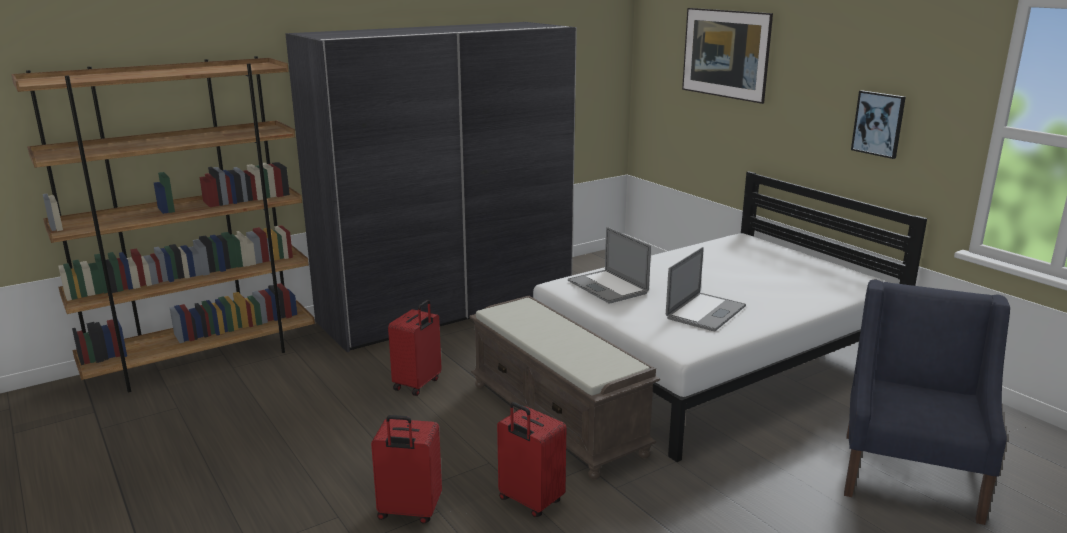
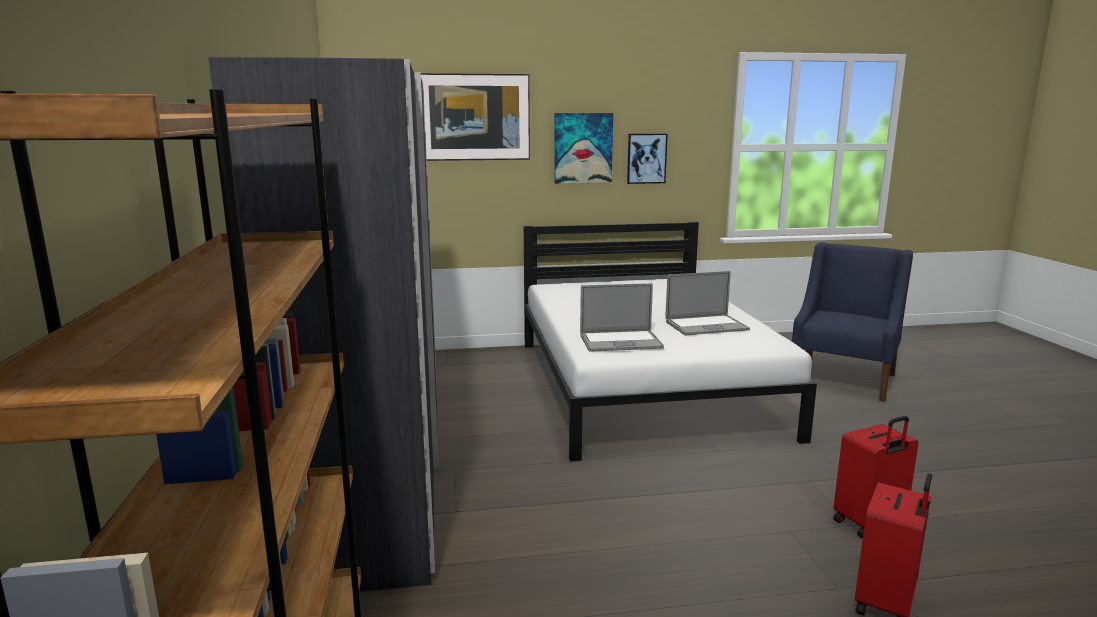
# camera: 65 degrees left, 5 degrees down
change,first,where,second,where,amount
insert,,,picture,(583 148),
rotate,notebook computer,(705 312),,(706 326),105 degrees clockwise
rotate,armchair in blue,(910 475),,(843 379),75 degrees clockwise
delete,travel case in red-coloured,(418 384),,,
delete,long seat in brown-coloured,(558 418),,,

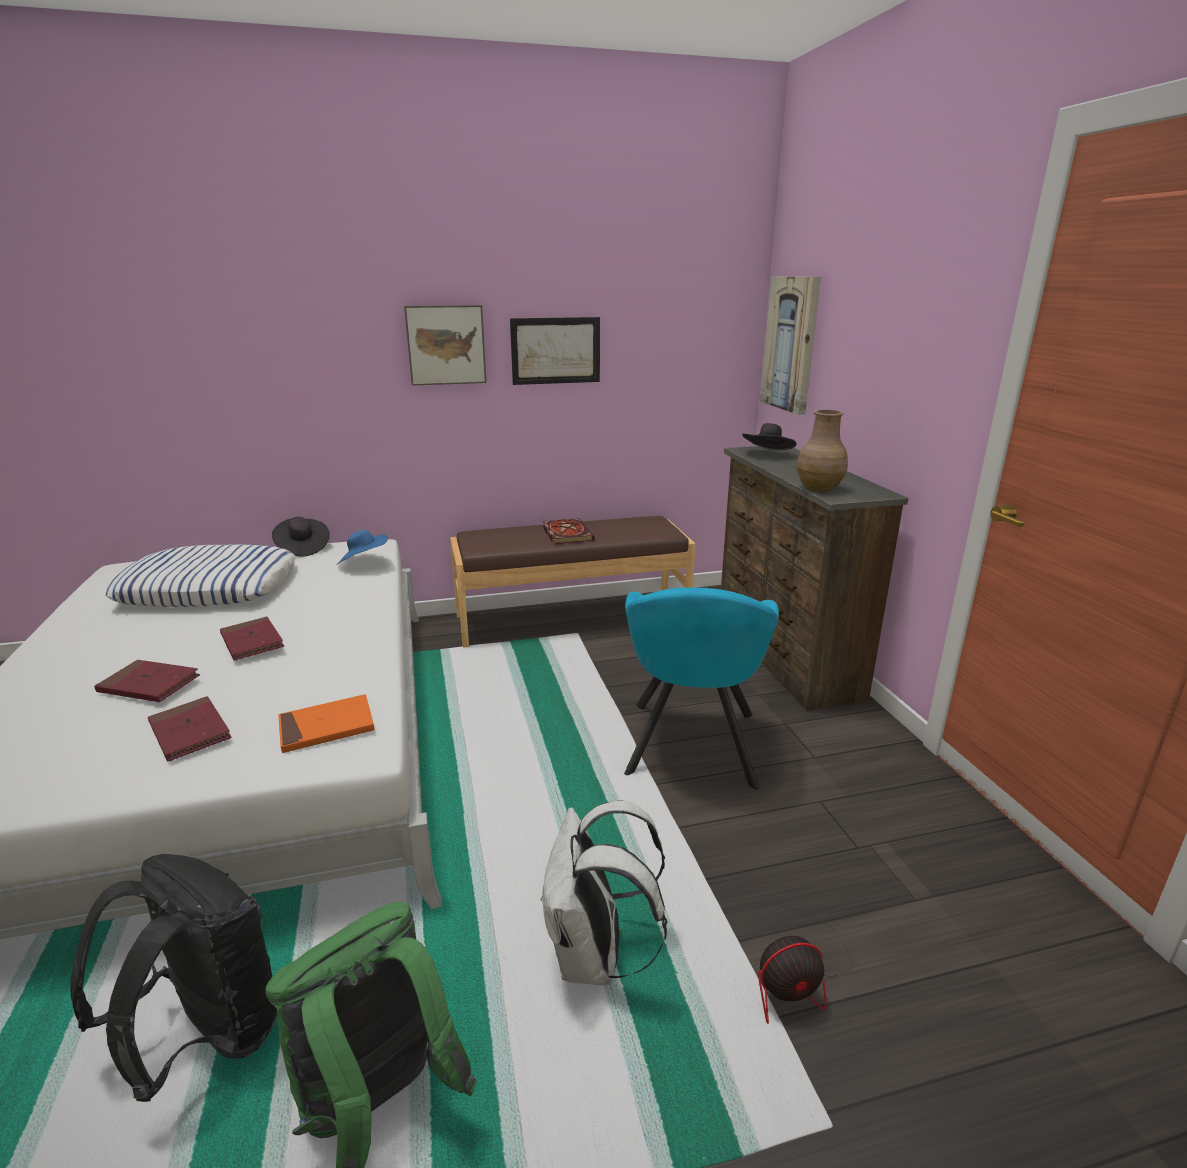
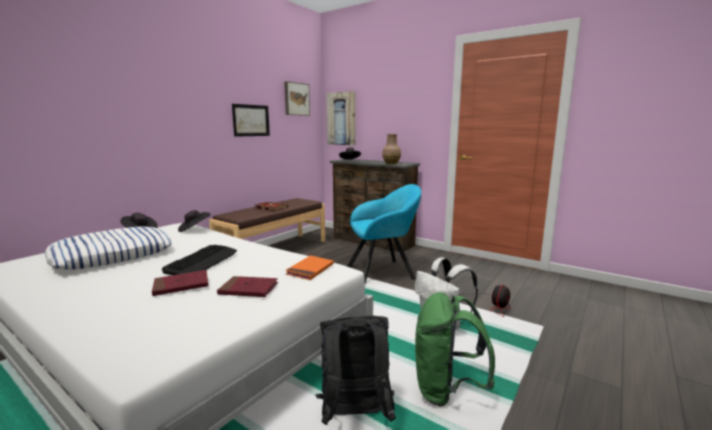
# camera: 40 degrees left, 10 degrees down
change,first,where,second,where,amount
replace,bound book in red-coloured,(252 642),keyboard,(202 261),
recolor,wearable hat in blue,(363 562),wearable hat in blackish,(194 229),
move,picture,(446 344),,(296 99),
rotate,armchair in turquoise-coloured,(691 748),,(384 271),75 degrees counterclockwise

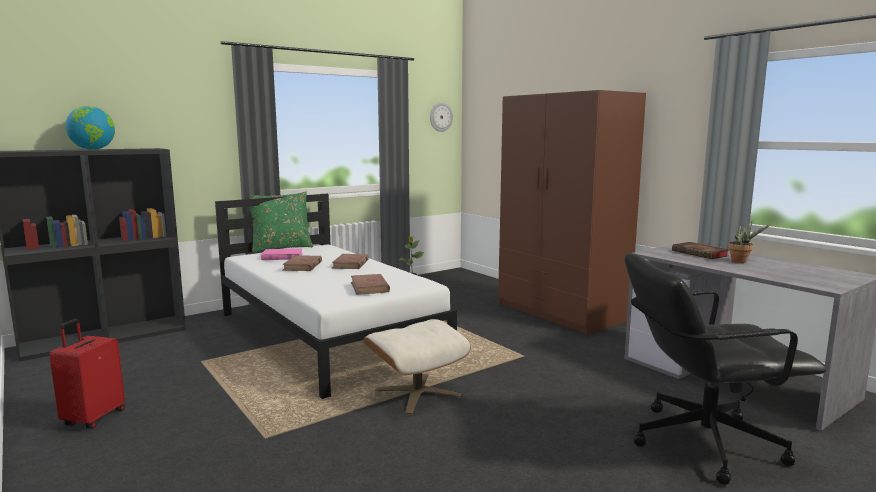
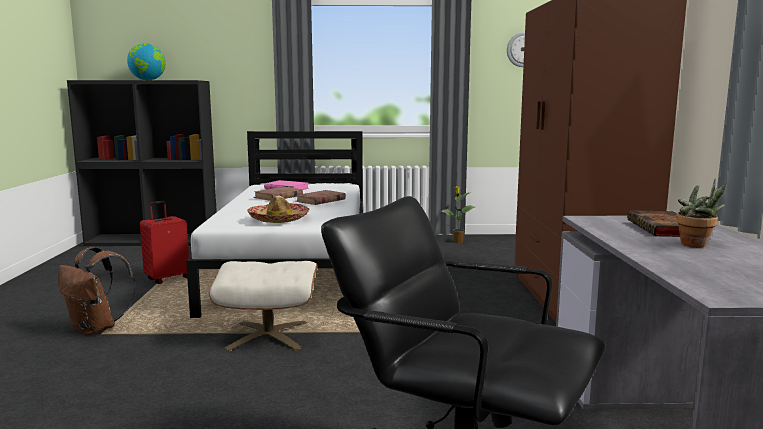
# camera: 35 degrees right, 0 degrees up
change,first,where,second,where,amount
insert,,,knapsack in brown-coloured,(97 329),
move,travel case in red-coloured,(93 418),,(167 279),
replace,bound book in brown-coloured,(369 287),wearable hat,(278 219),
delete,pillow in greenish,(281 248),,,

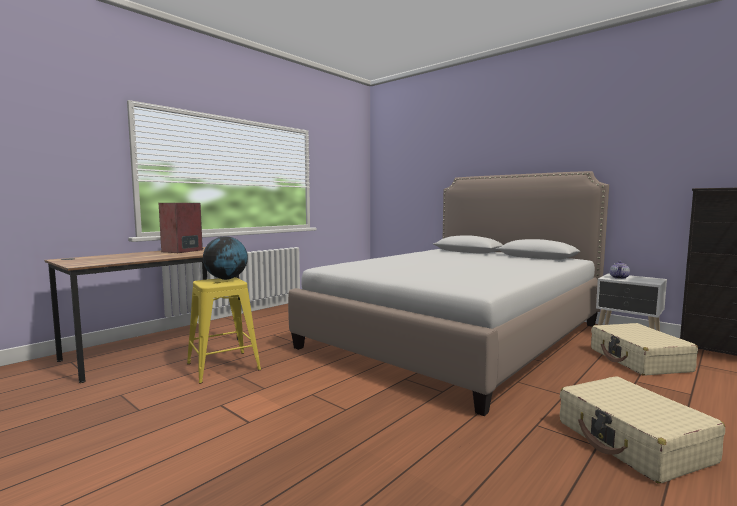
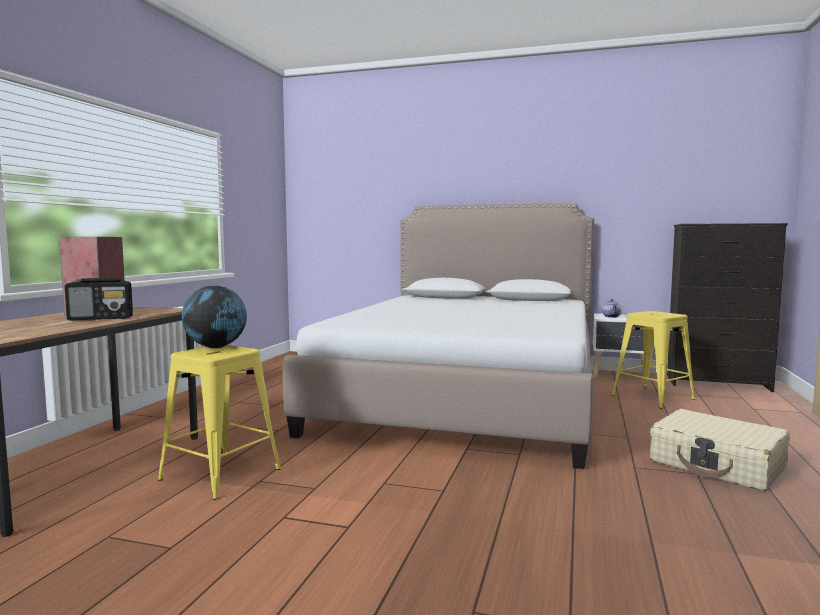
# camera: 25 degrees left, 0 degrees up
change,first,where,second,where,amount
insert,,,radio receiver,(101 318),
replace,travel case in beige,(639 360),stool seat in yellowish,(652 397),

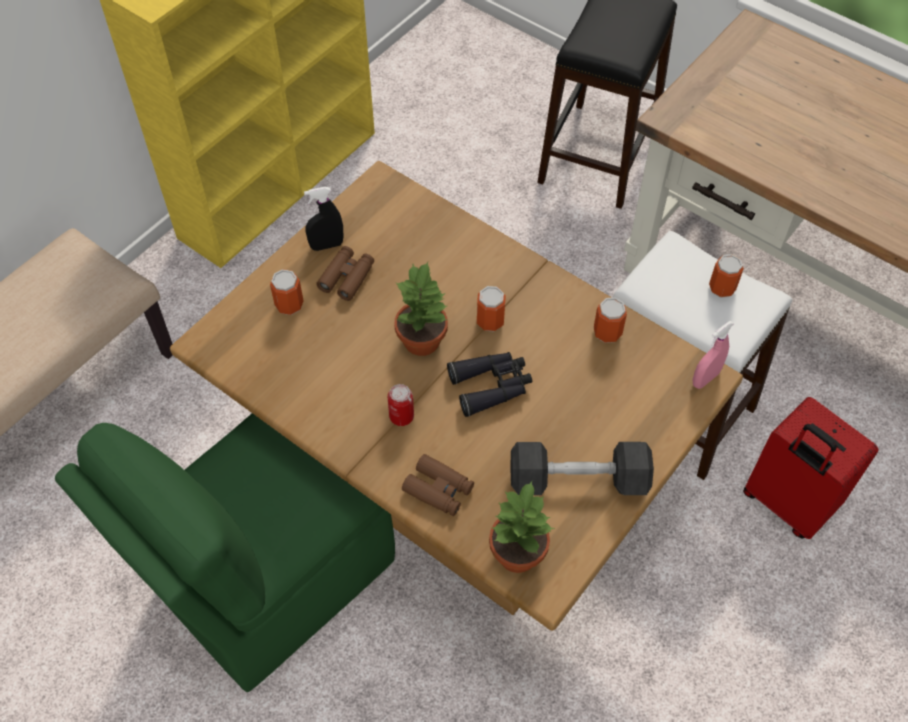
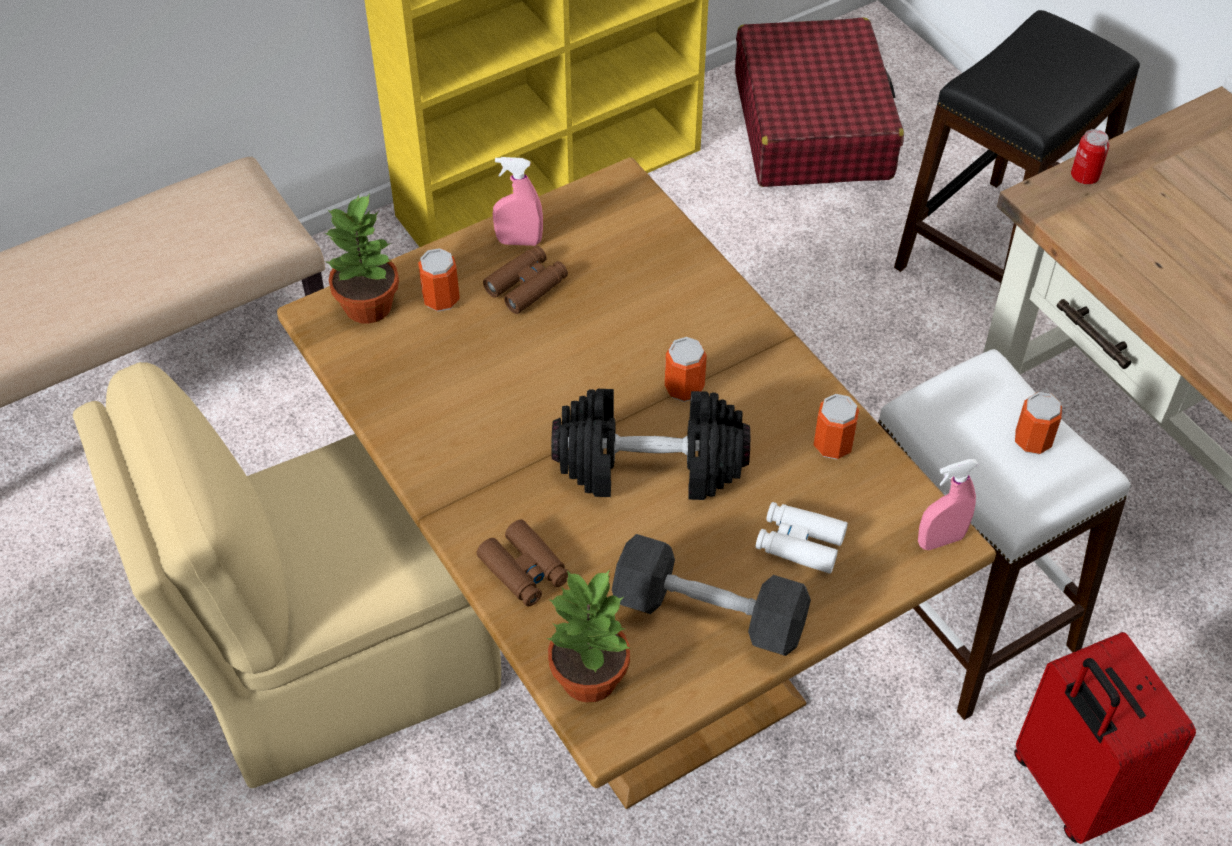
# camera: 20 degrees right, 5 degrees down
change,first,where,second,where,amount
recolor,upright chair in greenish,(269 578),upright chair in beige,(335 660),
move,plant in a pot,(423 340),,(369 306),
recolor,hand sprayer in blackish,(326 245),hand sprayer in pink-coloured,(519 241),
replace,pair of binoculars in blackish,(491 386),free weight in blackish,(649 466),
insert,,,travel case in red-coloured,(813 125),
insert,,,pair of binoculars in white-coloured,(799 543),
move,sealed can,(401 416),,(1084 176),

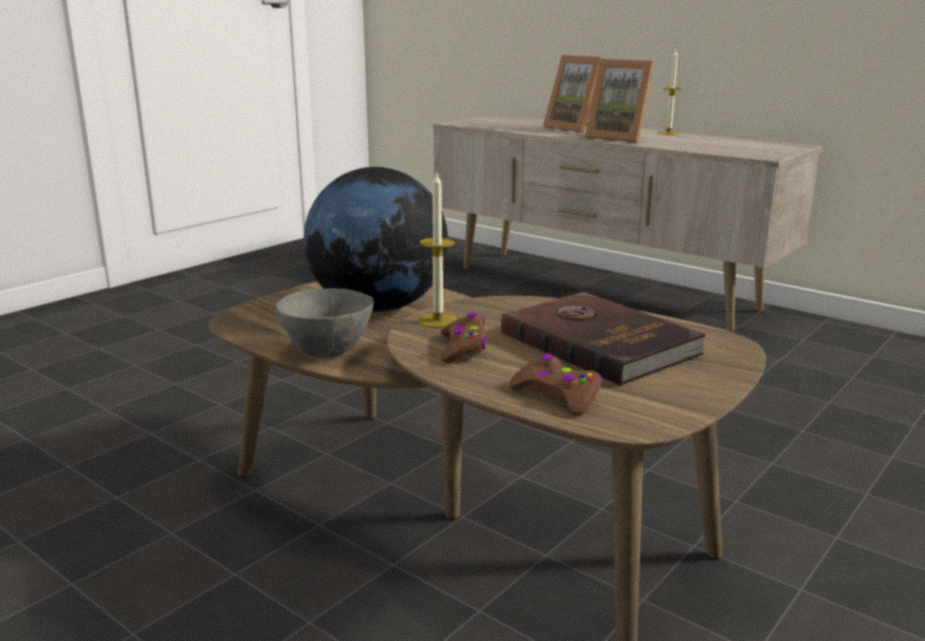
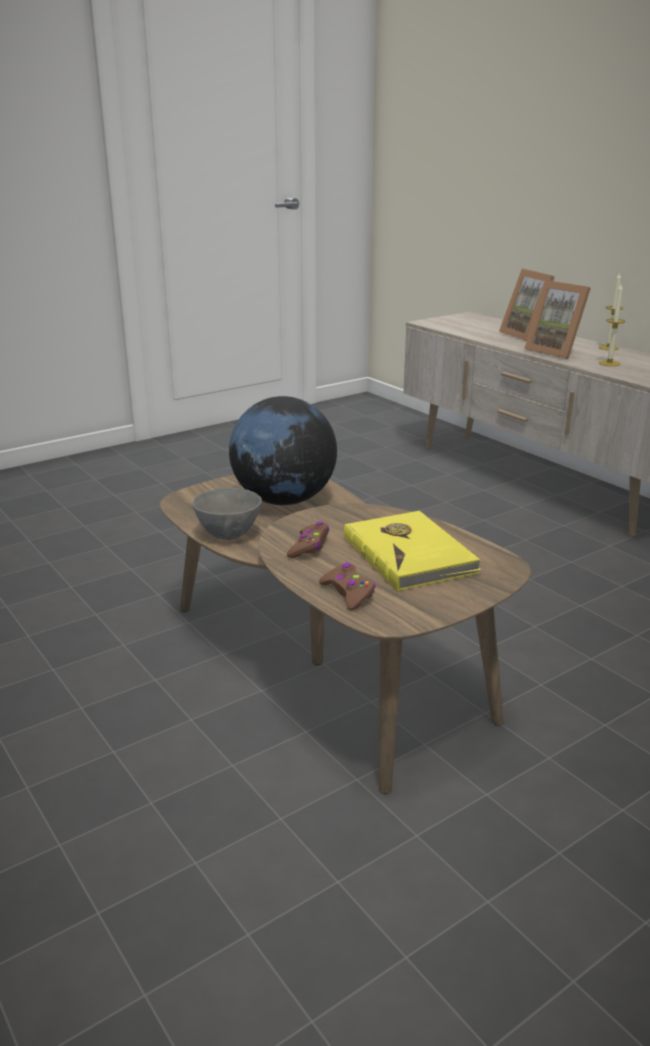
# camera: 15 degrees right, 5 degrees up
change,first,where,second,where,amount
recolor,bound book in brown-coloured,(600 342),bound book in yellowish,(410 554),
move,candle,(438 321),,(609 363),

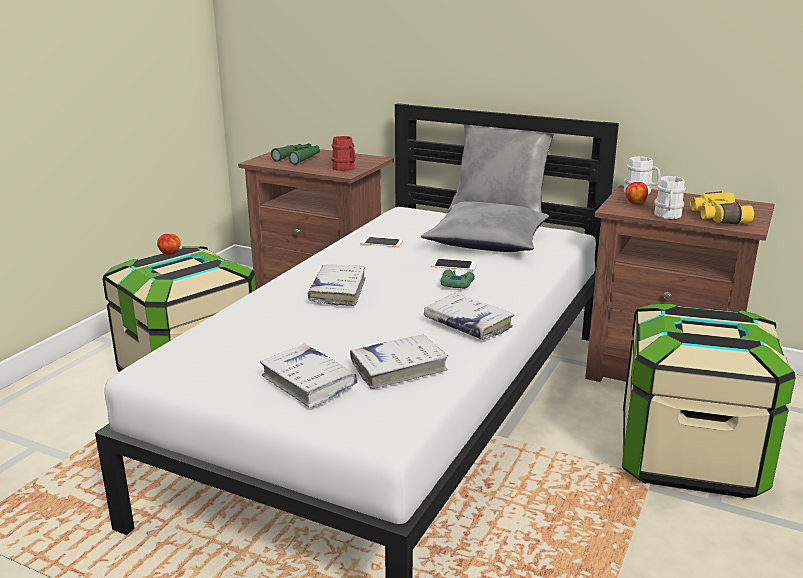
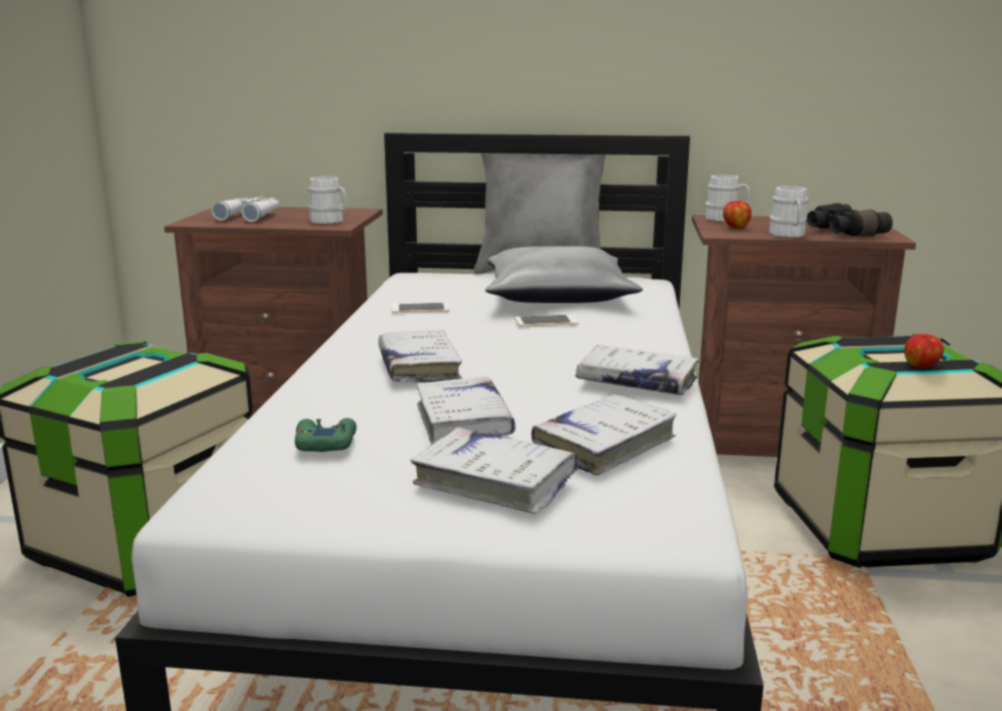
# camera: 20 degrees left, 5 degrees down
change,first,where,second,where,amount
recolor,pair of binoculars in greenish,(299 158),pair of binoculars in white-coloured,(251 216),
move,gamepad in greenish,(456 283),,(325 443),
recolor,tea mug in red-coloured,(345 168),tea mug in white-coloured,(330 221),
insert,,,bound book in white-coloured,(463 423),
recolor,pair of binoculars in yellowish,(717 217),pair of binoculars in blackish,(842 232),
move,apple fruit,(170 253),,(921 366),

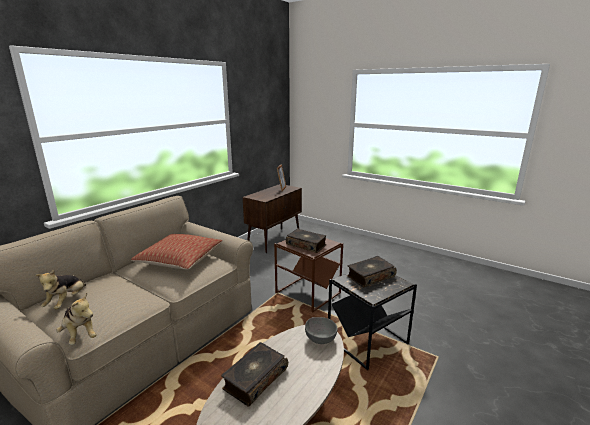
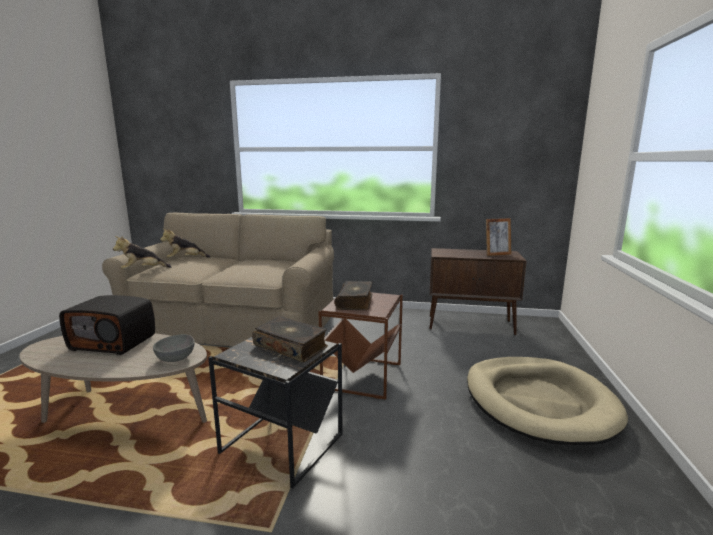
# camera: 65 degrees right, 5 degrees down
change,first,where,second,where,amount
replace,bound book,(255 378),radio receiver,(114 342),
rotate,soft toy,(80 335),,(143 270),45 degrees clockwise
insert,,,pet bed in beige,(538 402),
delete,pillow,(180 260),,,

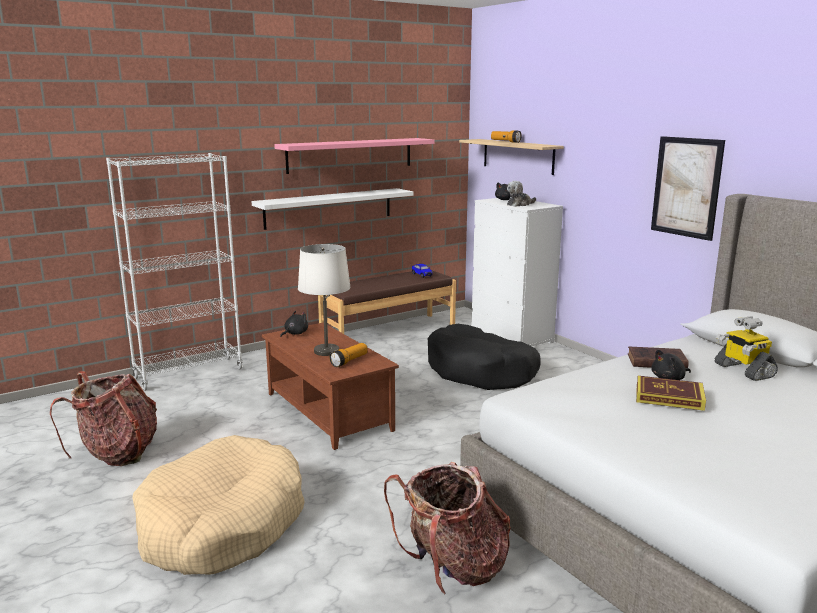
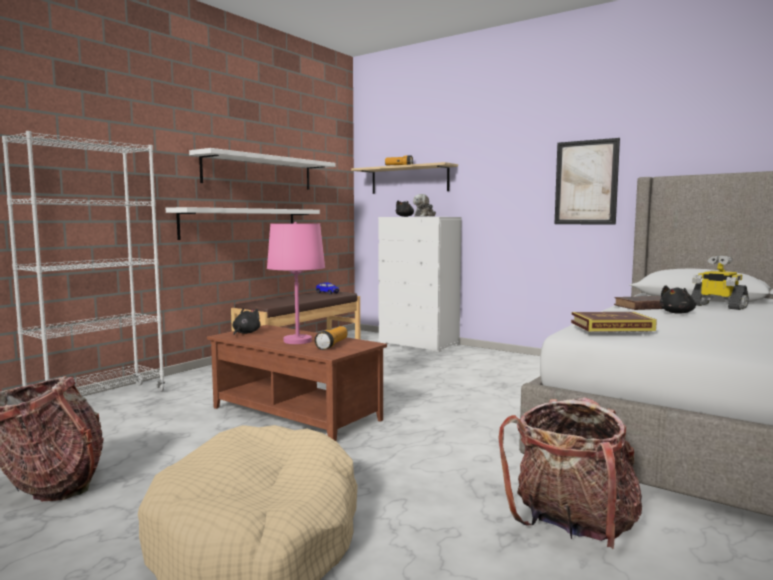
# camera: 20 degrees left, 10 degrees down
change,first,where,second,where,amount
recolor,shelf in pink-coloured,(350 155),shelf in white-coloured,(259 172),
recolor,tabletop lamp in white-coloured,(327 351),tabletop lamp in pink-coloured,(298 341),
move,bound book,(669 397),,(611 326),
delete,pet bed in blackish,(481 372),,,

